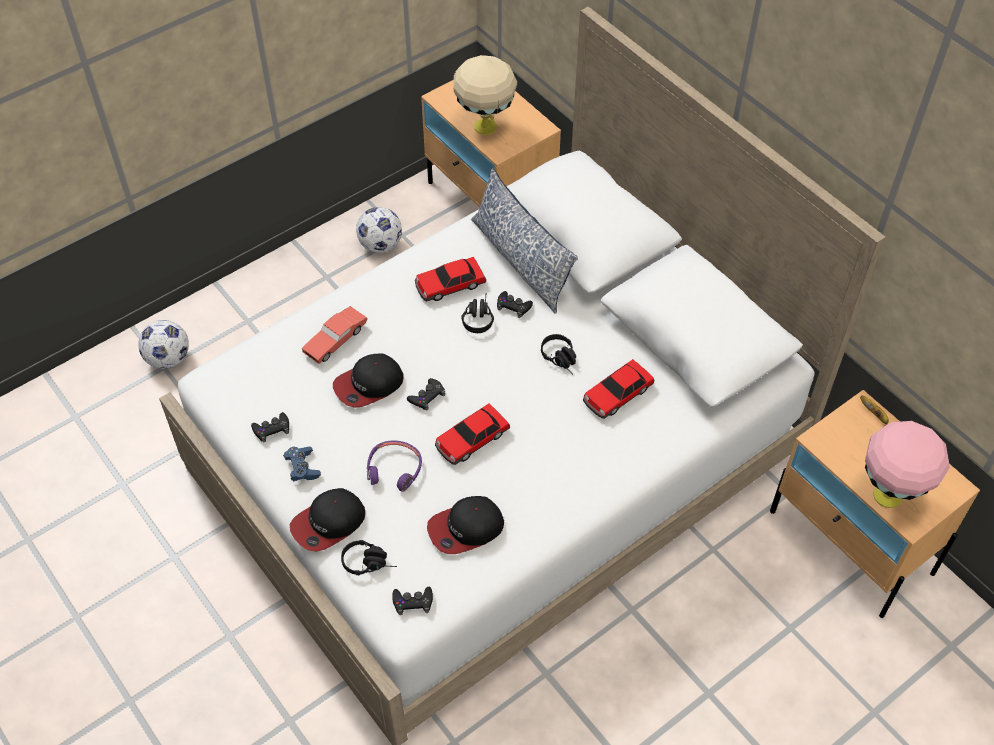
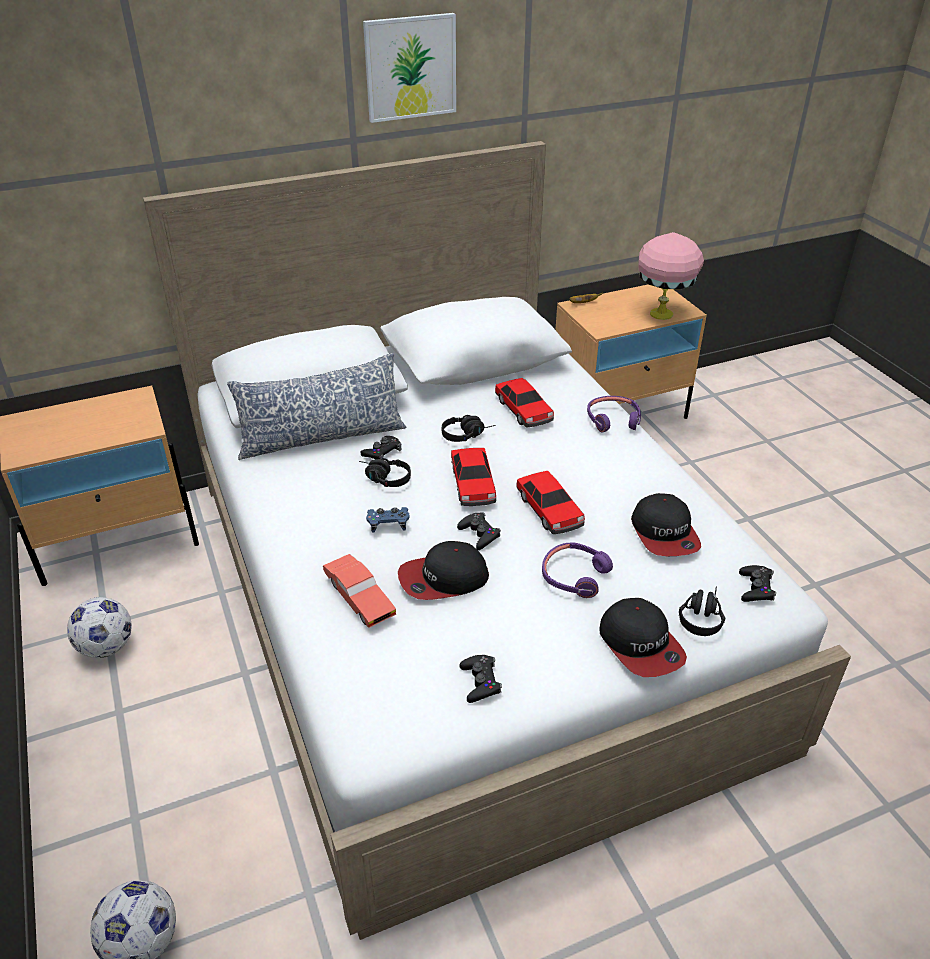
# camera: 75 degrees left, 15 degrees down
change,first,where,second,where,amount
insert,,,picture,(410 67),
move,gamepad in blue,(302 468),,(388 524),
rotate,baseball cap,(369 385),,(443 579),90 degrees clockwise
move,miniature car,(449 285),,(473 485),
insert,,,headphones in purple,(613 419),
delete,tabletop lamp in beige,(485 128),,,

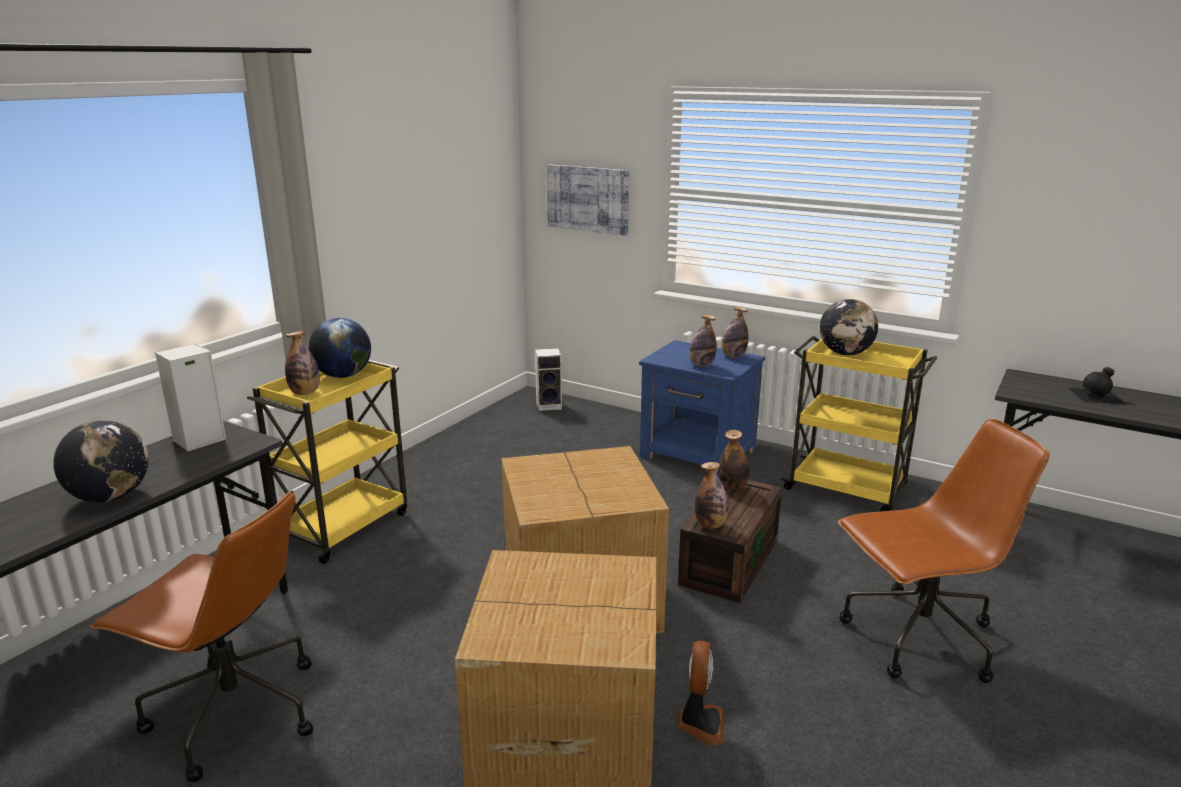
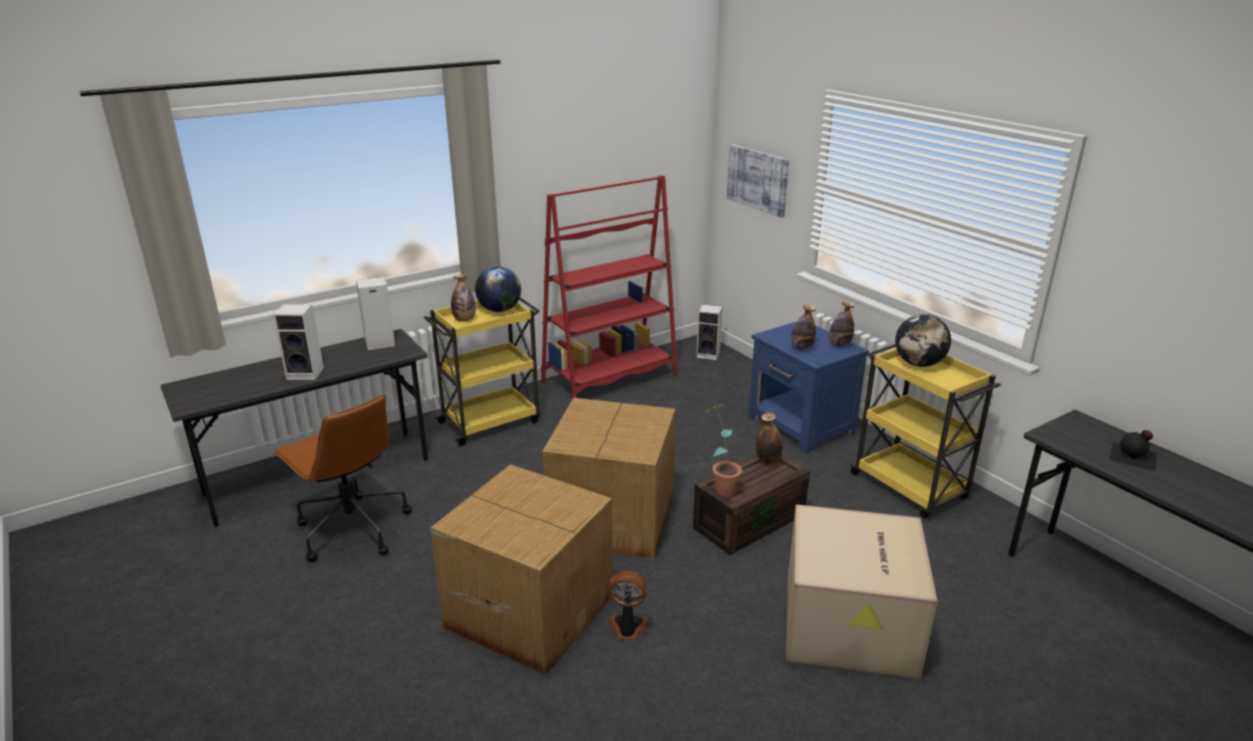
# camera: 25 degrees right, 5 degrees up
change,first,where,second,where,amount
replace,desk globe,(111 497),loudspeaker,(307 373),
insert,,,shelving unit in red-coloured,(610 379),
rotate,cooling fan,(700 723),,(627 628),120 degrees counterclockwise
replace,drink bottle,(711 524),plant in a pot,(721 486),
replace,office chair in brown-coloured,(918 639),carton,(851 625),

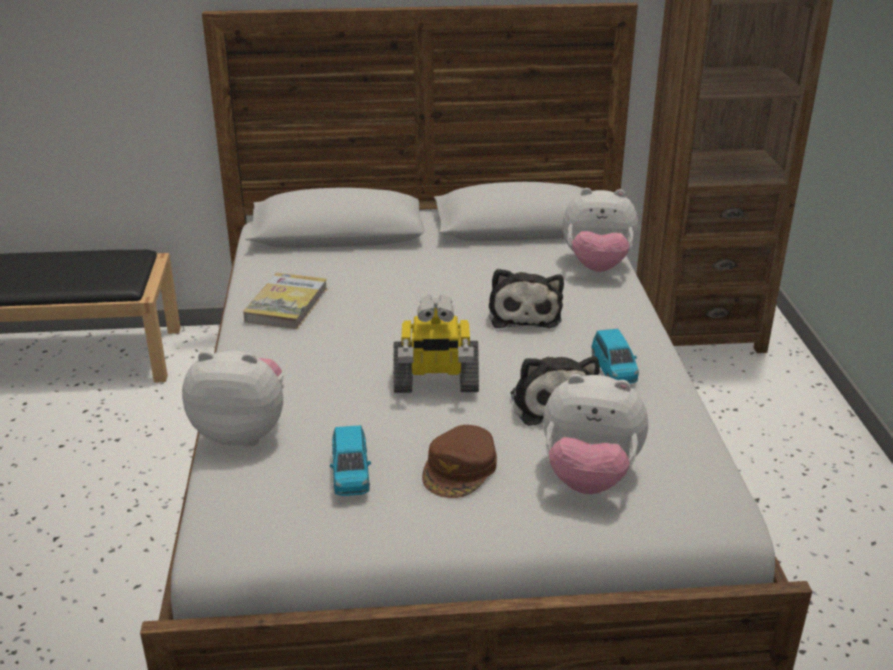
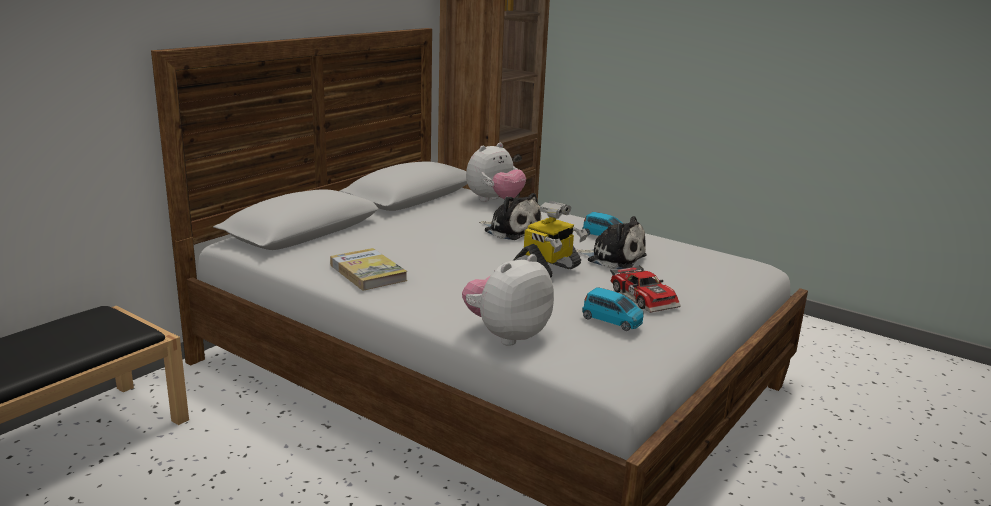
# camera: 50 degrees left, 10 degrees down
change,first,where,second,where,amount
replace,baseball cap in brown-coloured,(460 469),miniature car,(645 297),
delete,soft toy,(589 477),,,

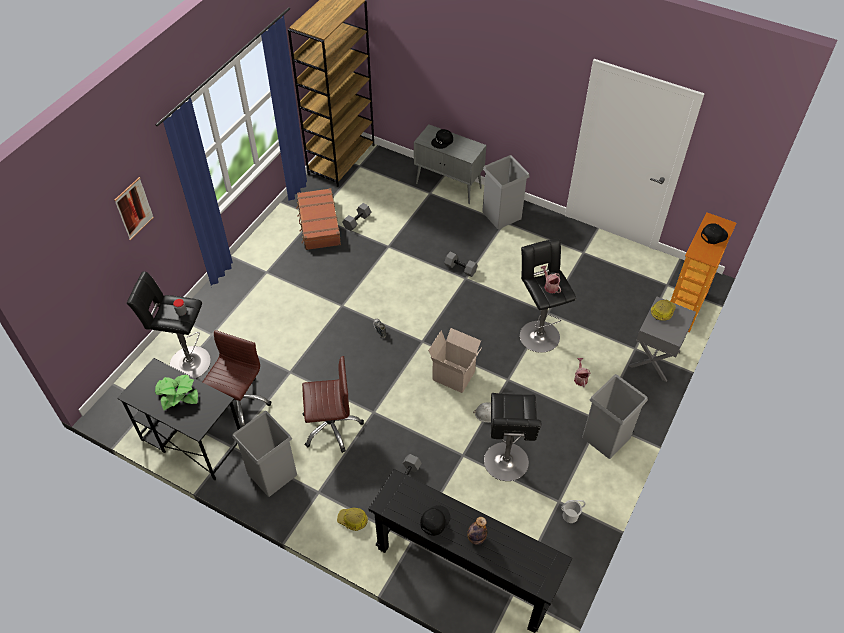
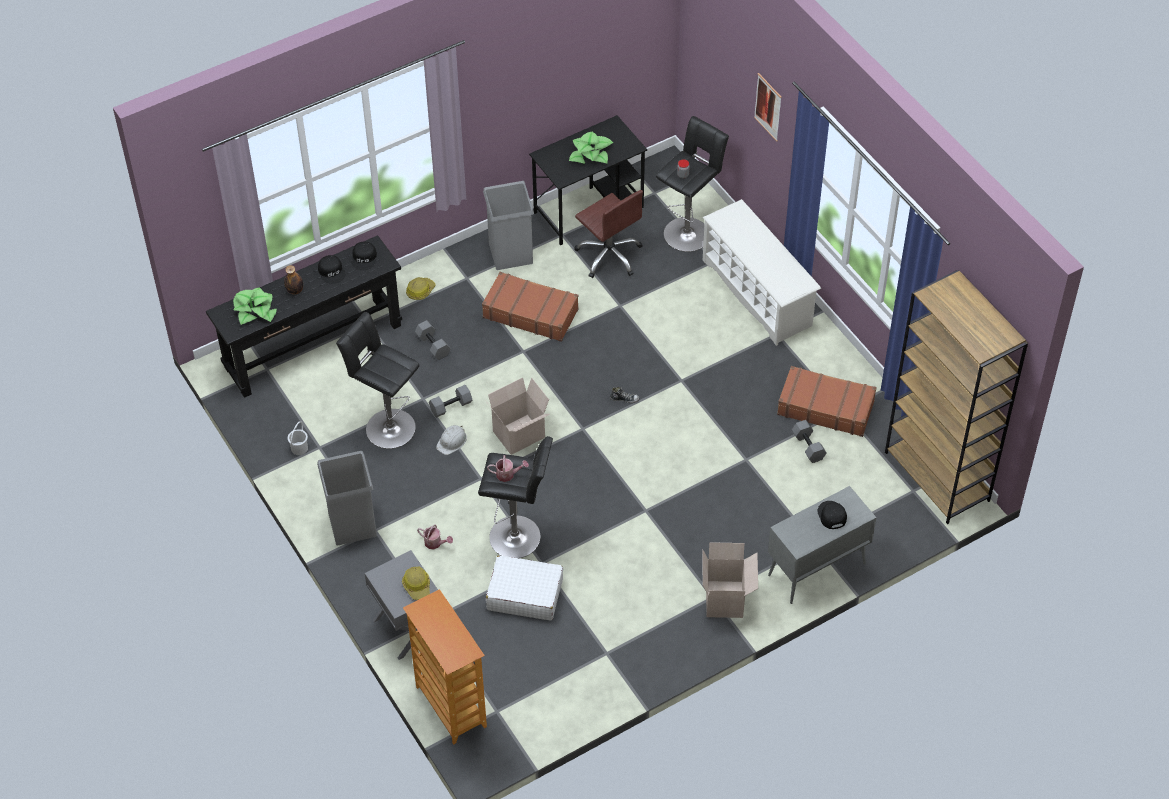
# camera: 120 degrees right, 0 degrees up
change,first,where,second,where,amount
insert,,,plant in a pot,(255 310),
move,baseball cap in blackish,(713 235),,(364 258),
move,free weight in grey,(460 268),,(451 406),
replace,office chair in brown-coloured,(331 426),travel case in brown-coloured,(530 313),
insert,,,travel case in white-coloured,(524 594),
replace,trash can in grey,(501 215),carton,(726 600),
insert,,,shoe rack in white-coloured,(757 293),

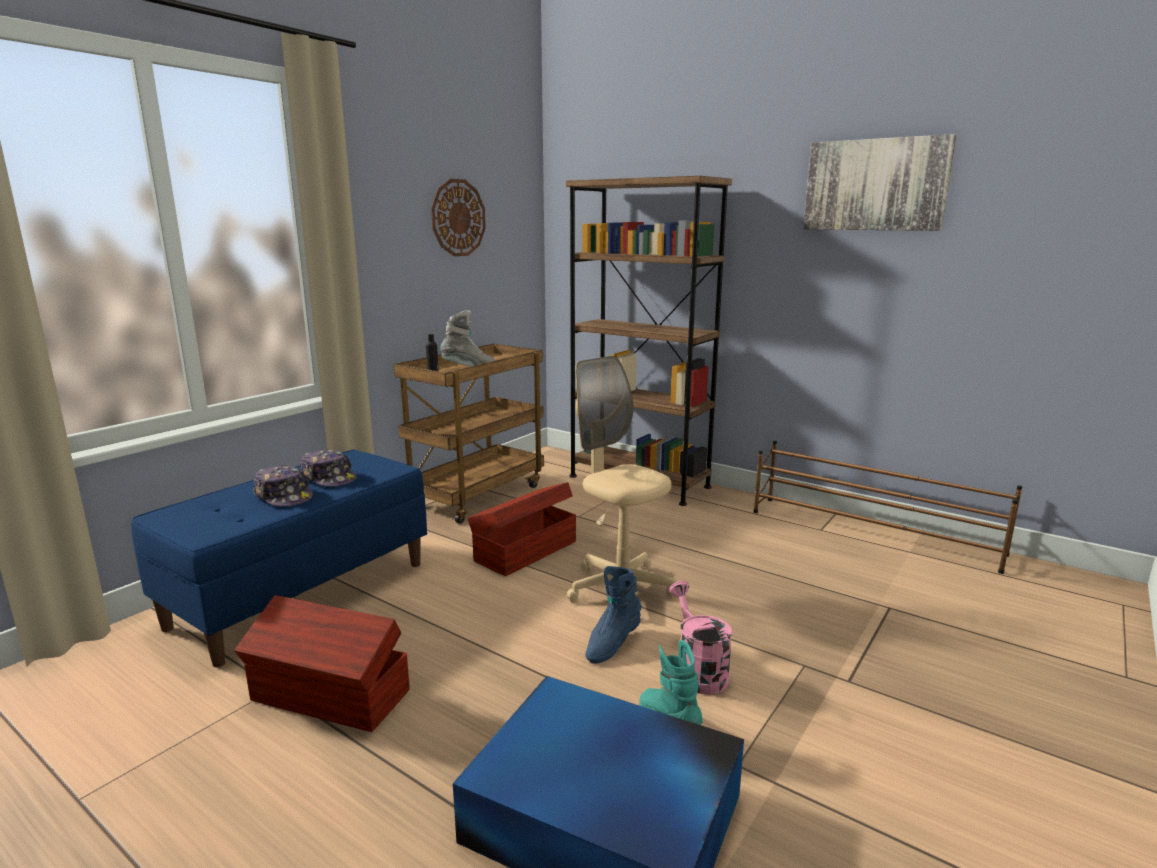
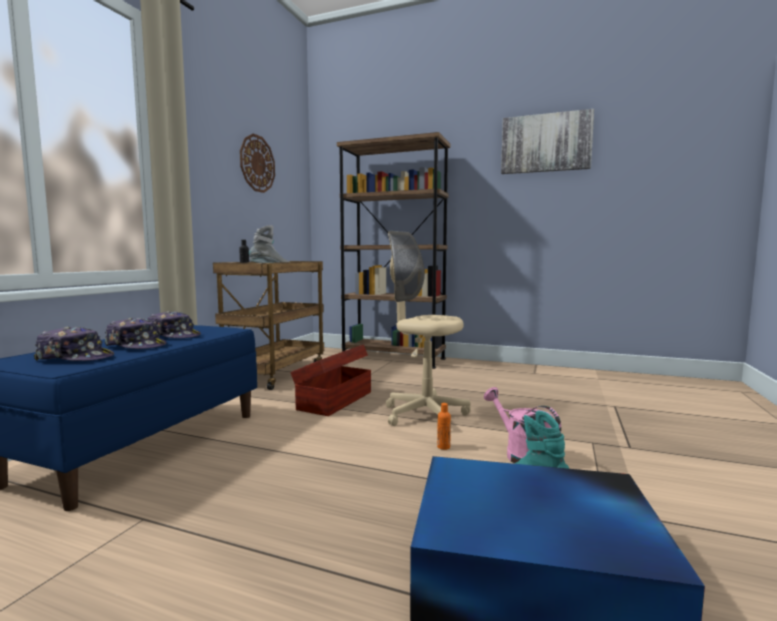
# camera: 15 degrees left, 10 degrees down
change,first,where,second,where,amount
insert,,,baseball cap,(76 358),
replace,tall boot in blue,(612 644),drink bottle in orangey,(443 447),
delete,storage bin in brown-coloured,(330 697),,,
delete,shoe rack in brown-coloured,(873 533),,,

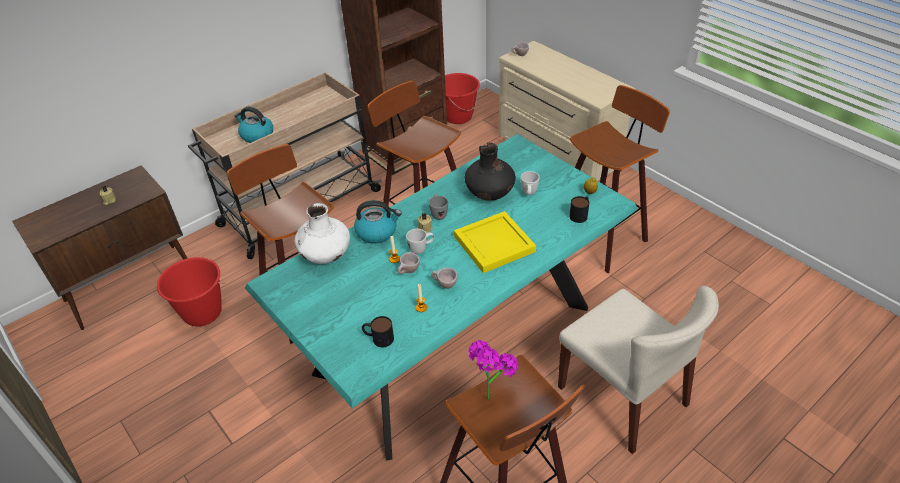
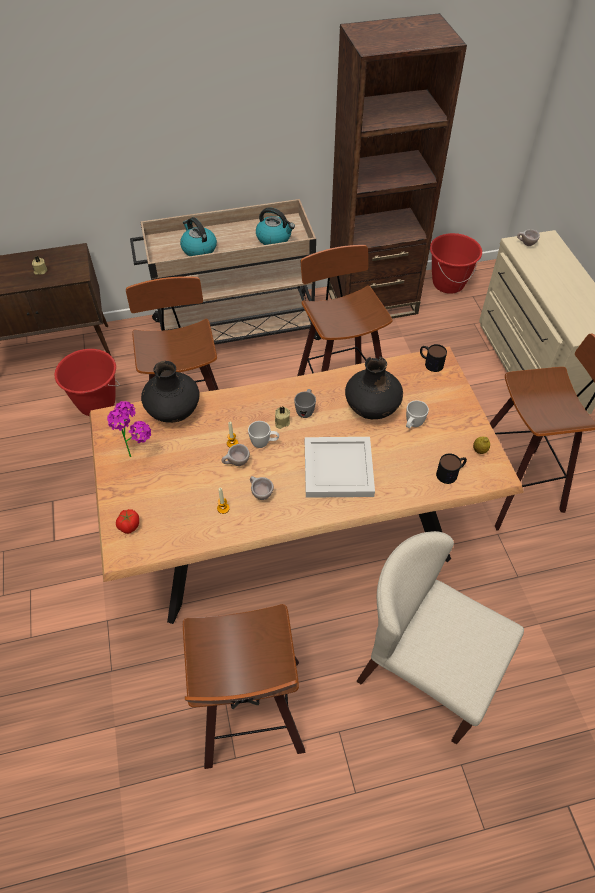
# camera: 25 degrees right, 10 degrees up
change,first,where,second,where,amount
recolor,dinner table in turquoise-coloured,(455 340),dinner table in brown-coloured,(297 533),
move,plant in a pot,(490 391),,(137 451),
insert,,,whole tomato,(129 526),
recolor,vase in white-coloured,(325 255),vase in blackish,(173 411),
move,water kettle,(377 232),,(274 238),
recolor,carrying tray in yellowish,(495 244),carrying tray in white-coloured,(339 470),
rotate,upright chair in beige,(623 396),,(425 672),135 degrees clockwise
move,tea mug,(378 338),,(430 363),

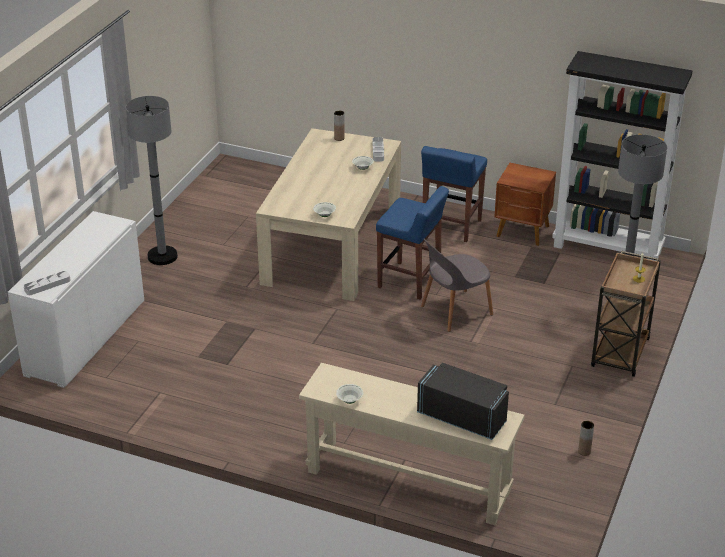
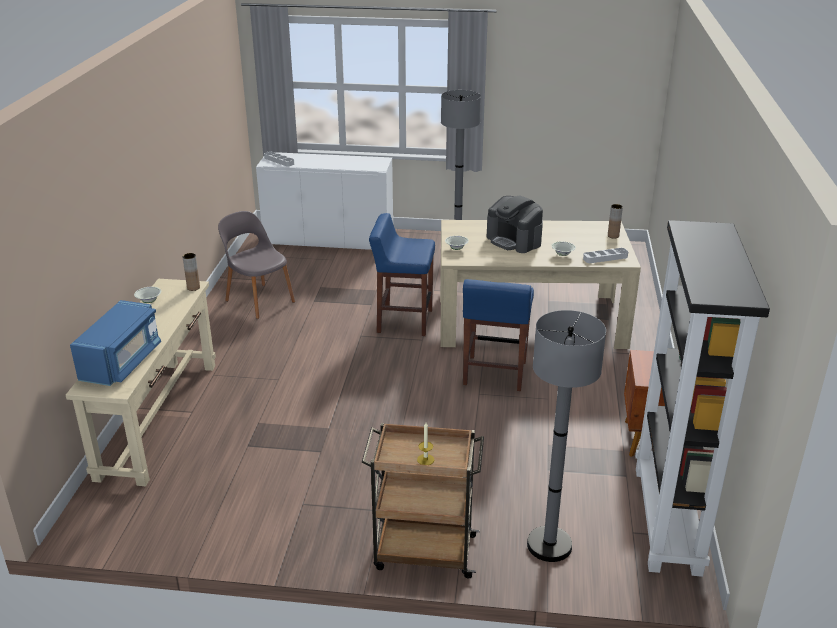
# camera: 75 degrees right, 5 degrees down
change,first,where,second,where,amount
recolor,kitchen microwave in blackish,(462 417),kitchen microwave in blue,(122 362),
move,vase in brown-coloured,(584 451),,(193 288),
move,upright chair in grey,(454 311),,(259 300),
move,stool seat in blue,(451 227),,(403 321),
insert,,,coffee maker,(514 241),

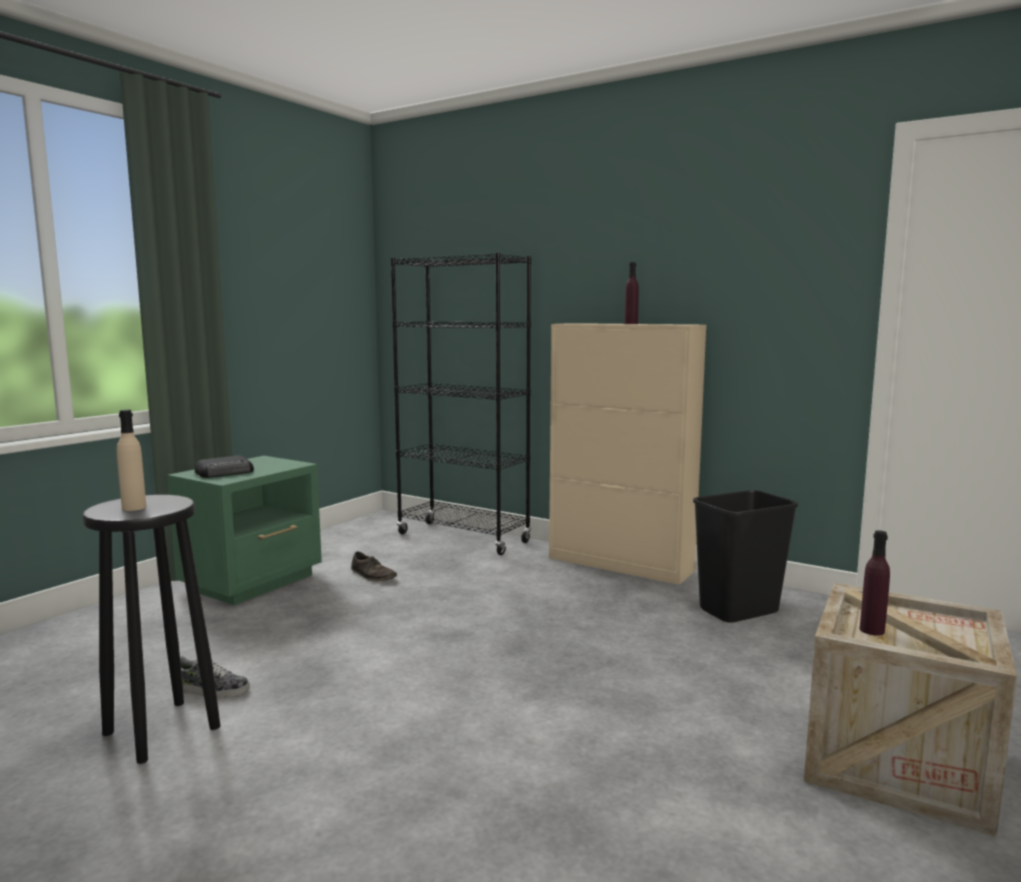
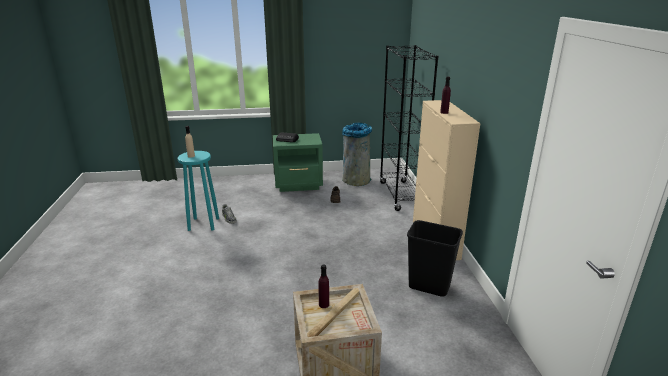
# camera: 50 degrees right, 15 degrees up
change,first,where,second,where,amount
recolor,stool seat in blackish,(160 731),stool seat in turquoise-coloured,(203 224),
insert,,,trash can in grey,(356 180),

